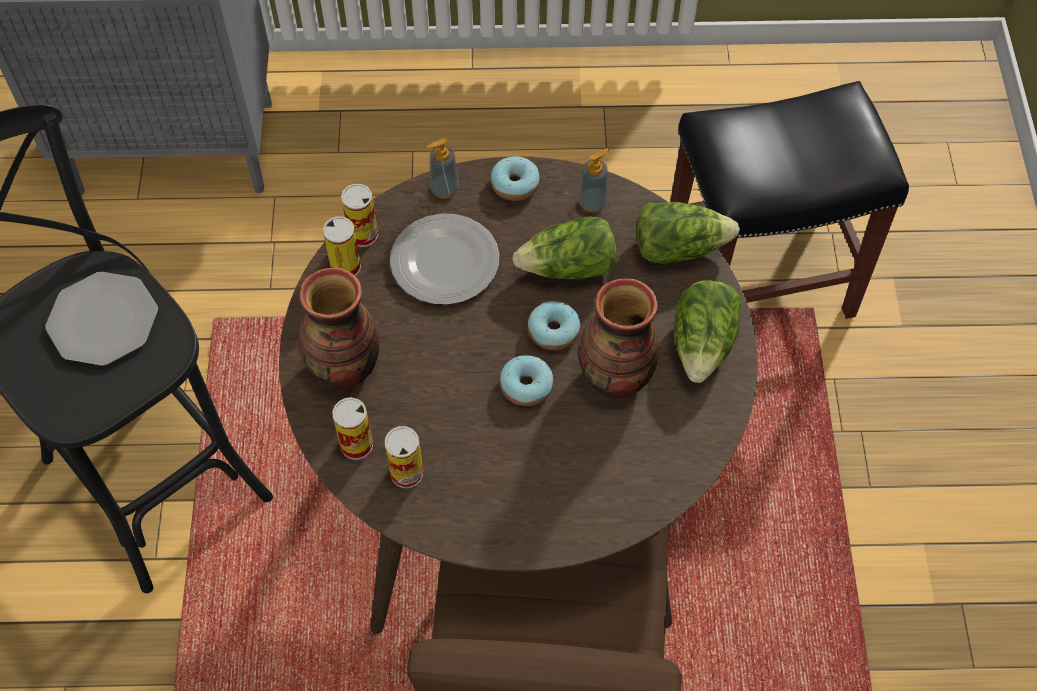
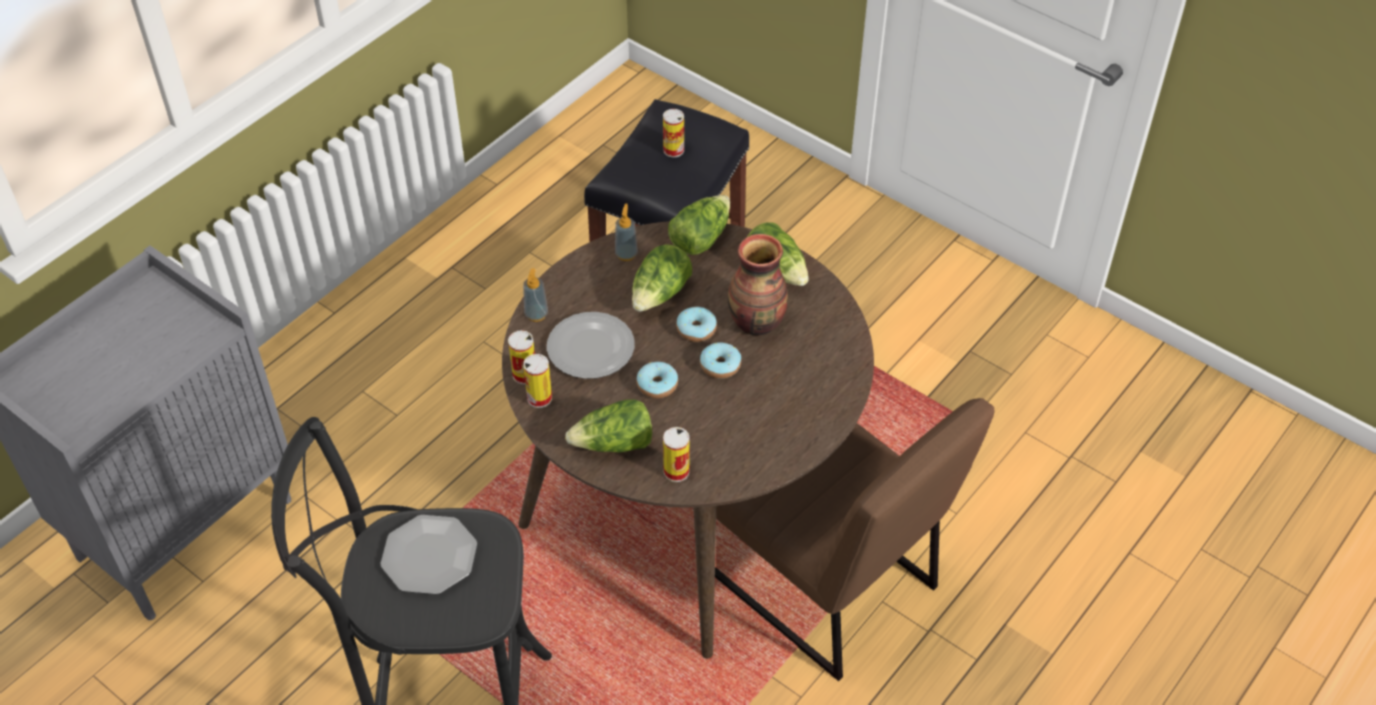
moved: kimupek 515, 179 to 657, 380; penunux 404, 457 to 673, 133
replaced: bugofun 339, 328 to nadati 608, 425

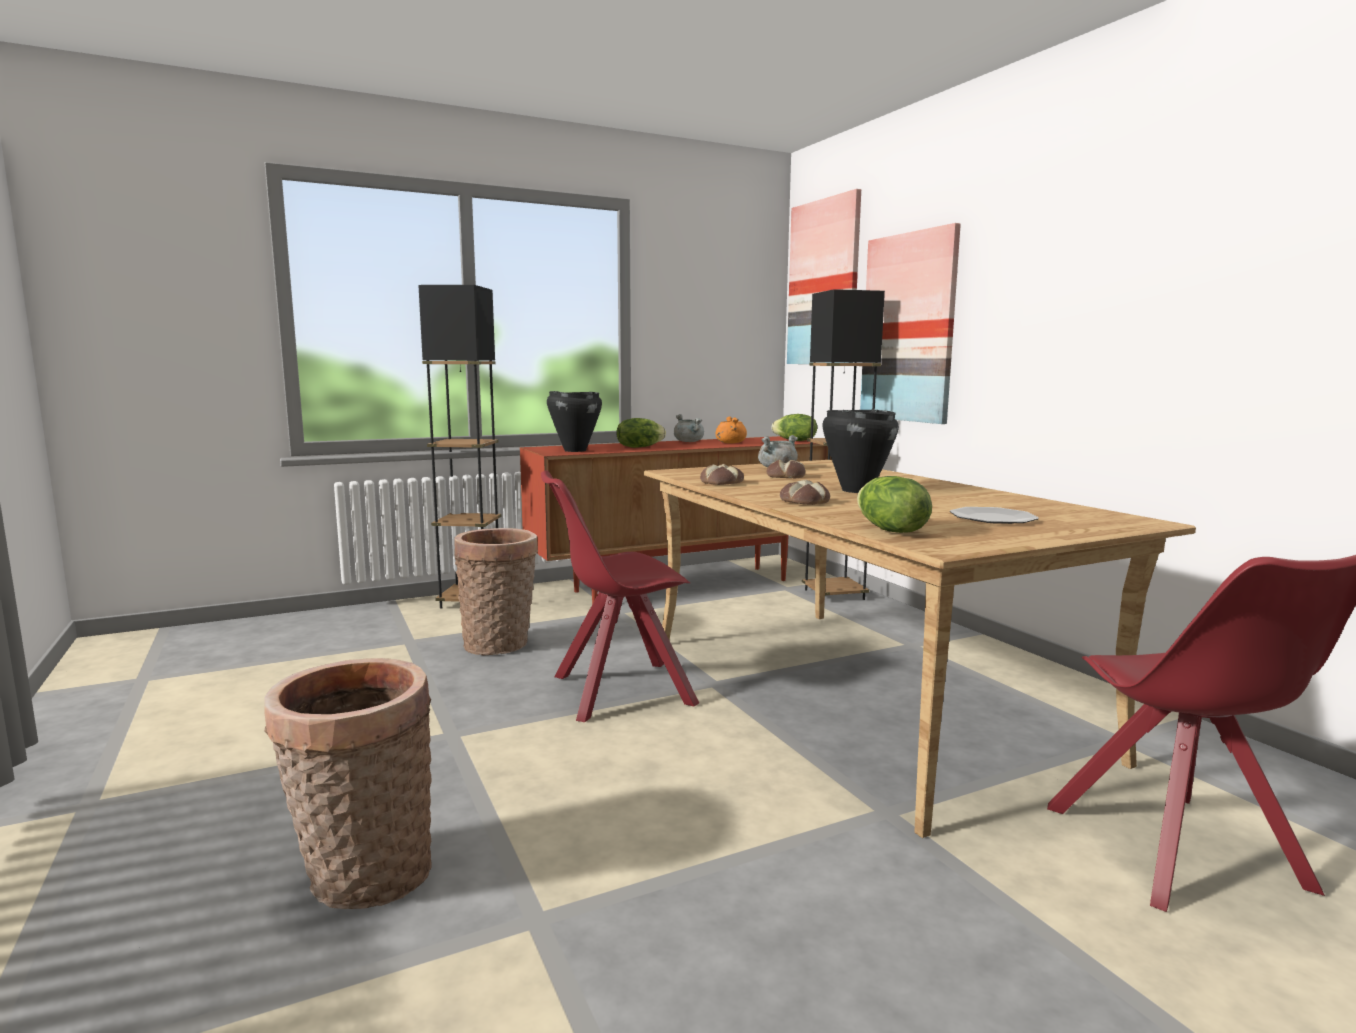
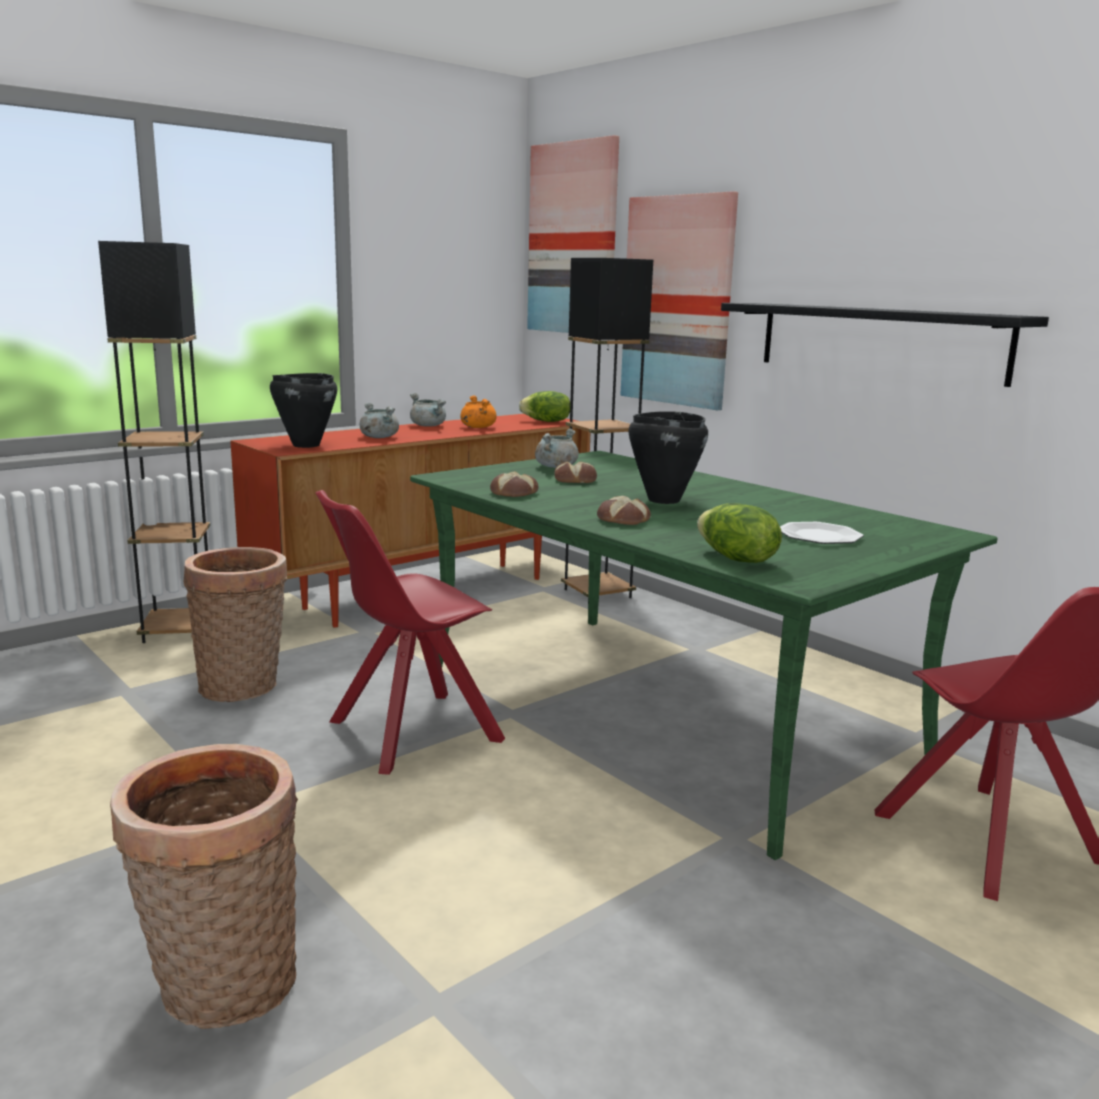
added: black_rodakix 885, 345
replaced: nadati 641, 433 to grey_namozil 379, 420
recoloured: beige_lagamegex 920, 649 to green_lagamegex 704, 655

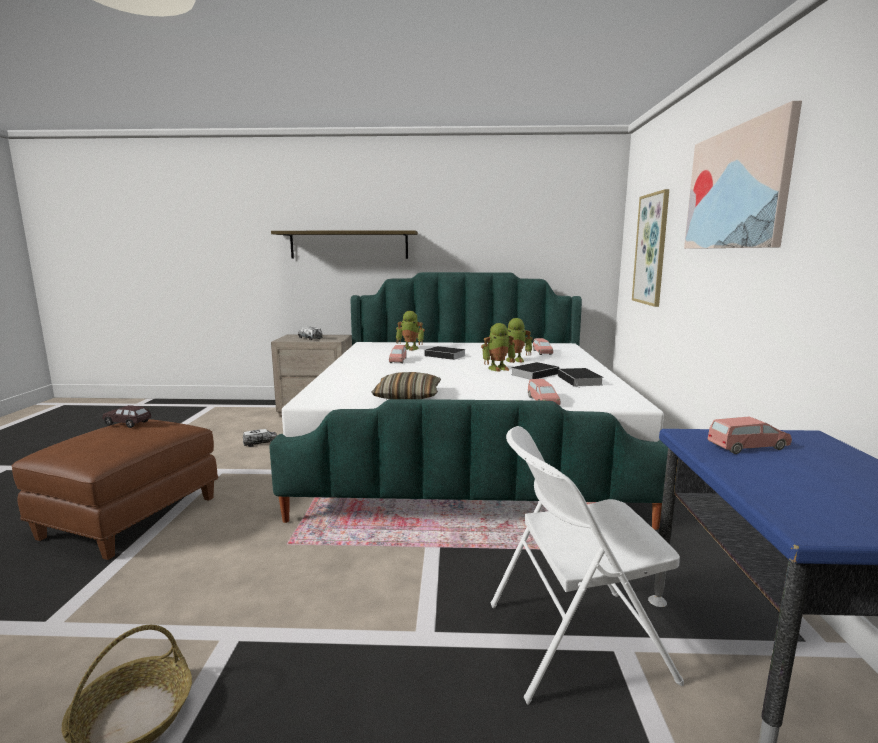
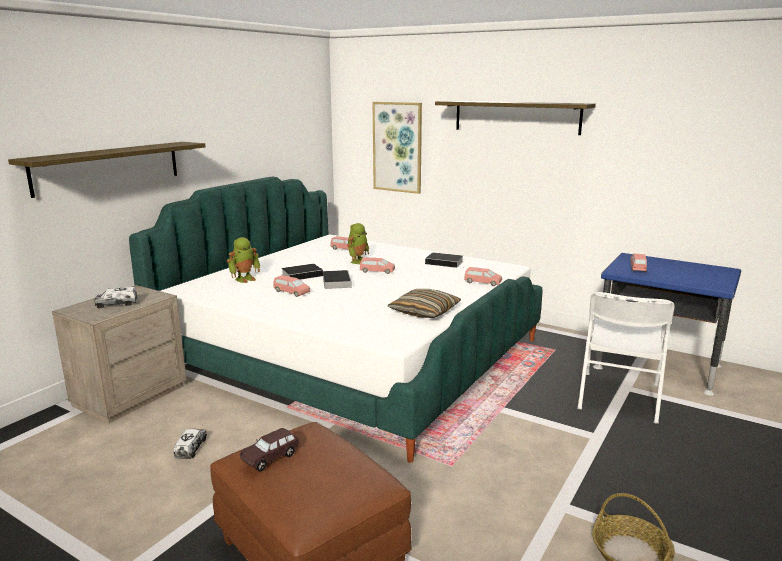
moved: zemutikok 535, 370 to 337, 279
replaced: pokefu 498, 347 to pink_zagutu 377, 265; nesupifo 743, 175 to rodakix 515, 118

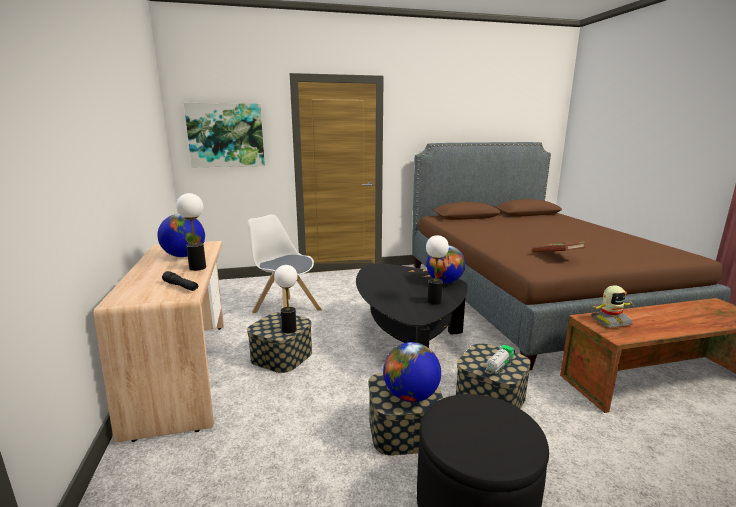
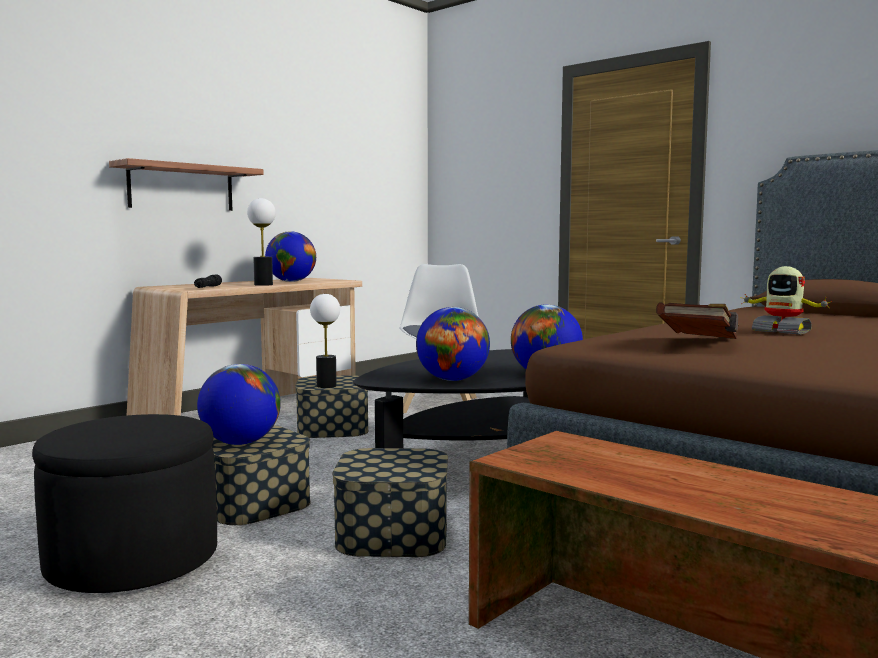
removed: nesupifo 224, 135; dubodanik 500, 360
added: rodakix 186, 184
moved: pokefu 612, 306 to 786, 300
replaced: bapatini 437, 270 to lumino 453, 344

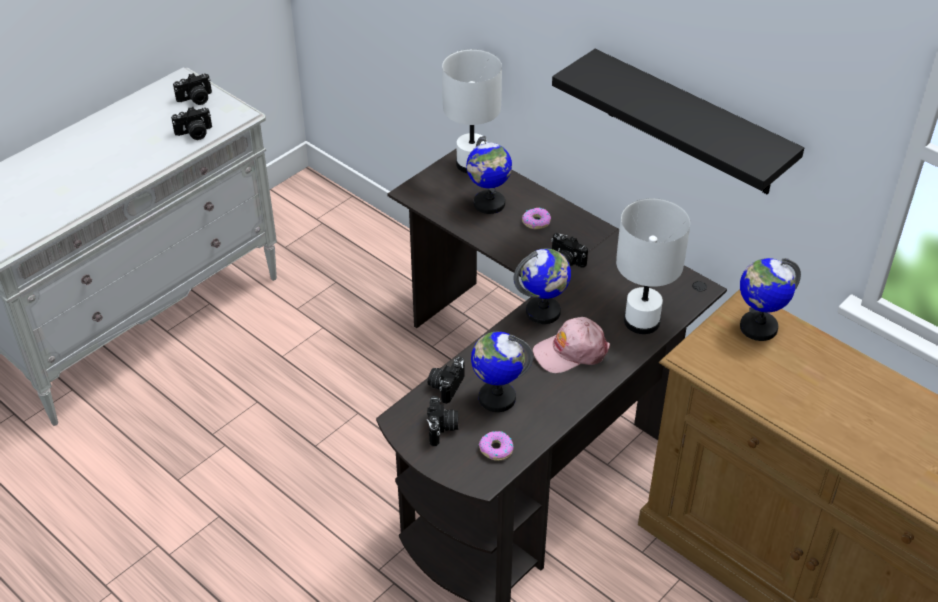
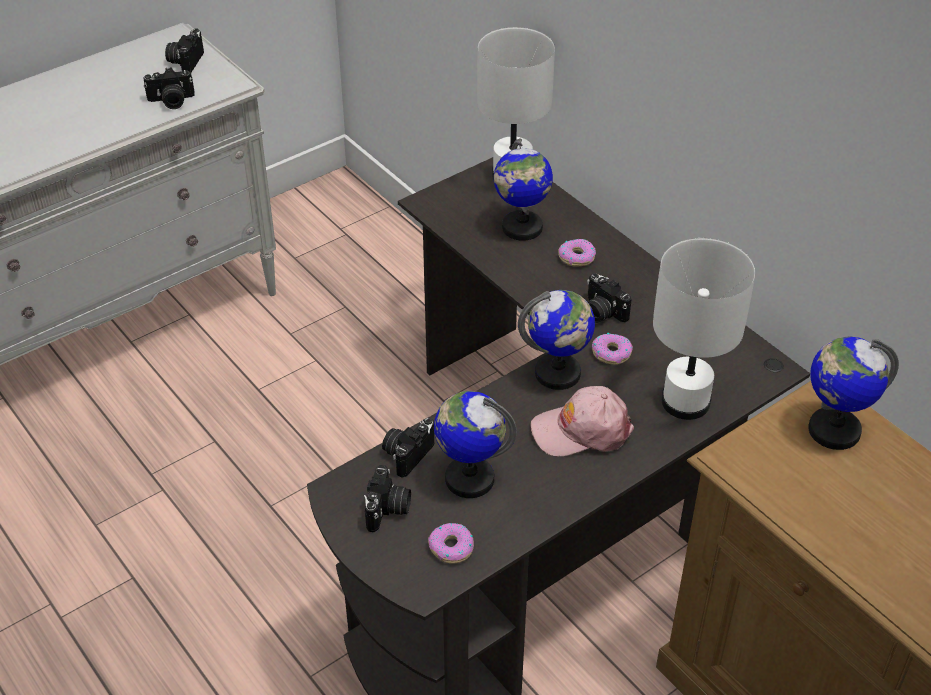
removed: black_rodakix 678, 122
added: kimupek 612, 349
turned: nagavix 192, 89 = 184, 50 120 degrees clockwise

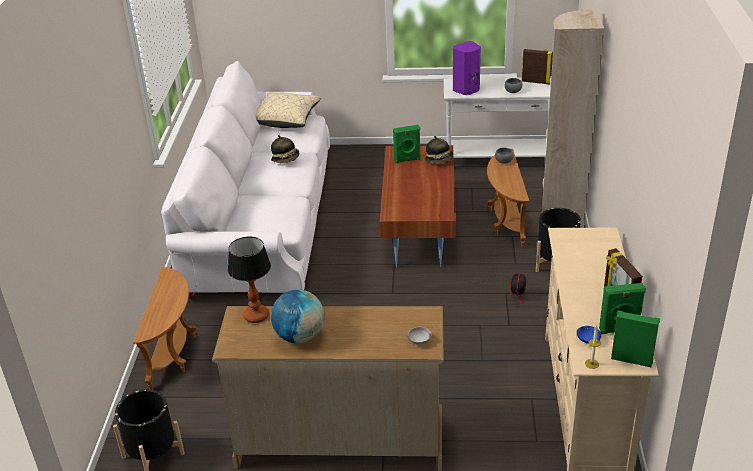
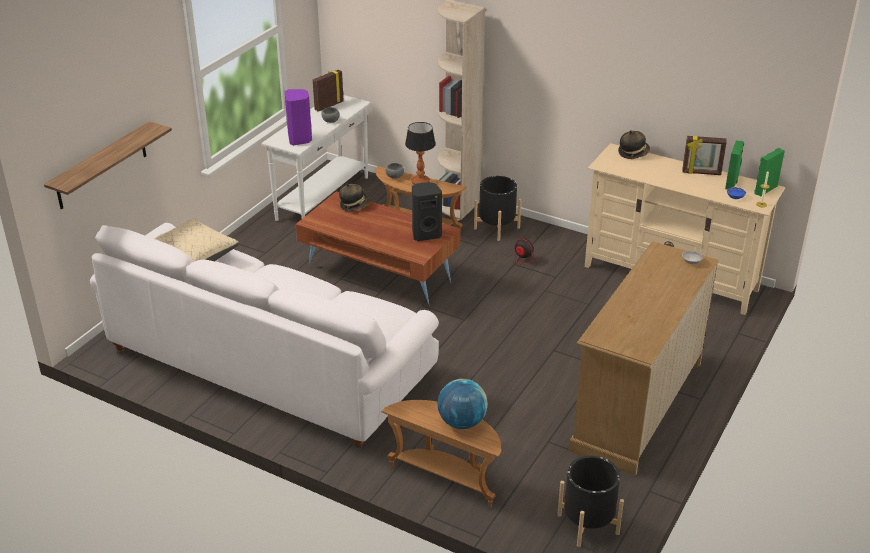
removed: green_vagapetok 407, 144
added: rodakix 108, 165; black_vagapetok 427, 211
moved: bapatini 249, 279 to 420, 153; lumino 298, 316 to 462, 404; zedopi 285, 149 to 634, 144

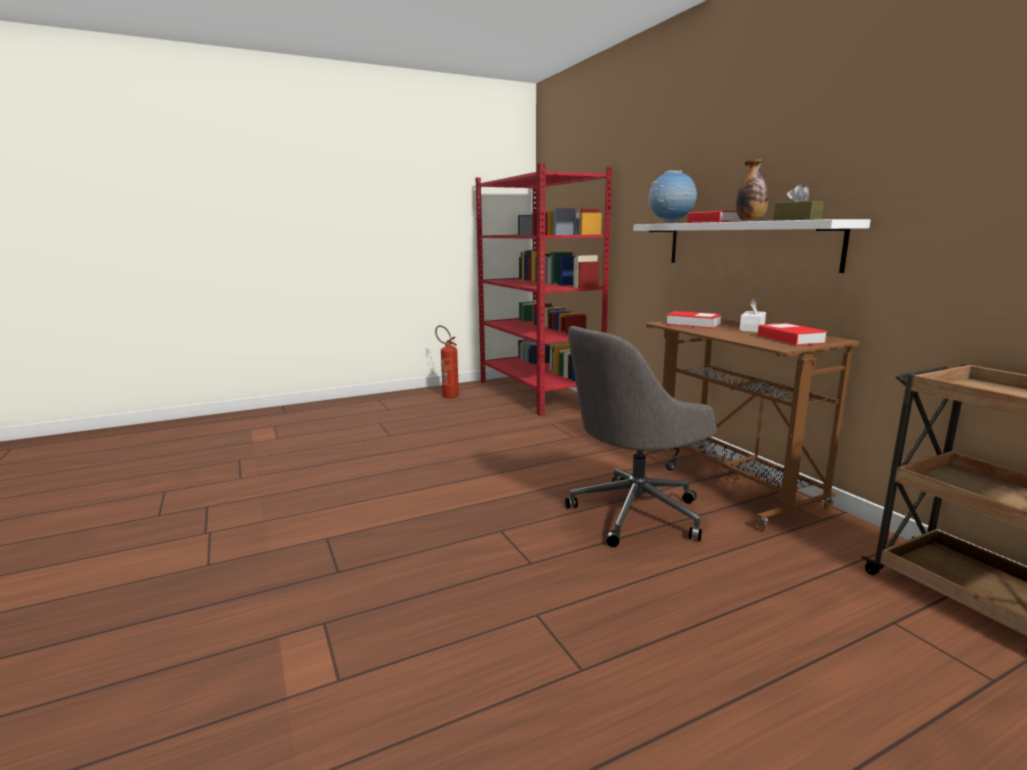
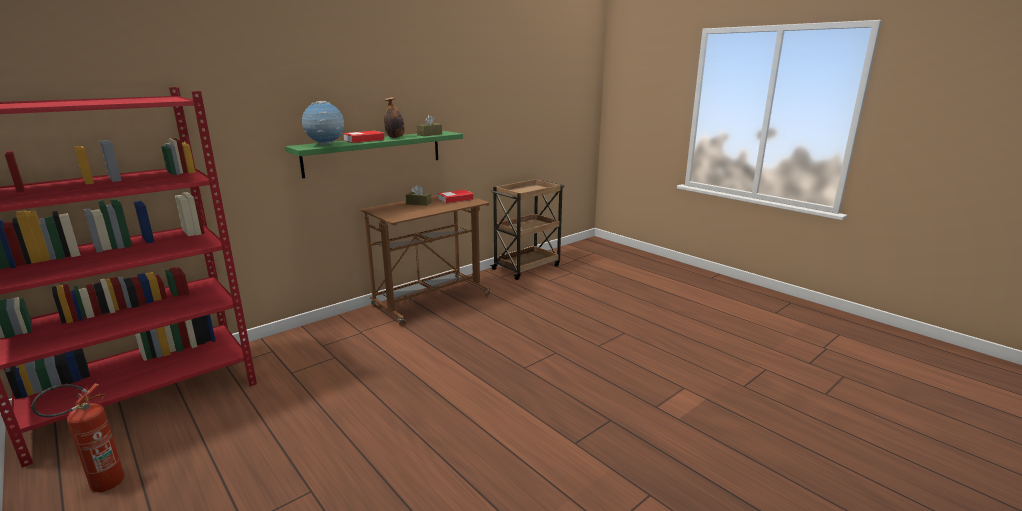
removed: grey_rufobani 640, 436; zemutikok 694, 319
recoloured: white_rodakix 752, 246 to green_rodakix 374, 154; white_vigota 752, 315 to brown_vigota 419, 195

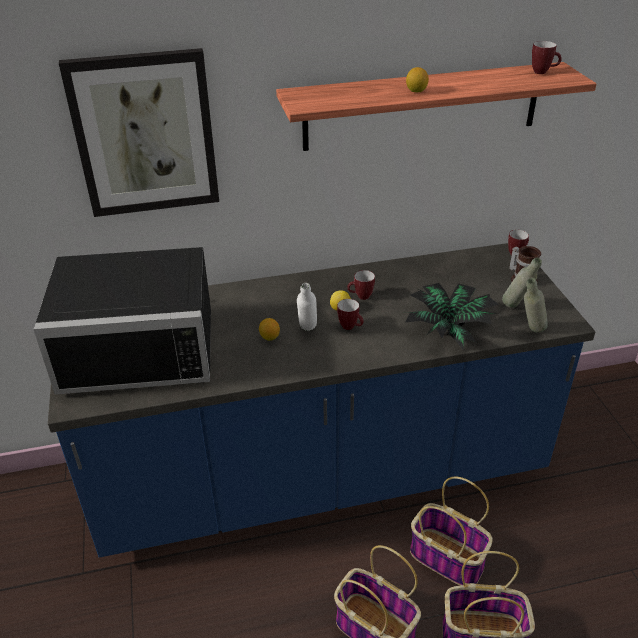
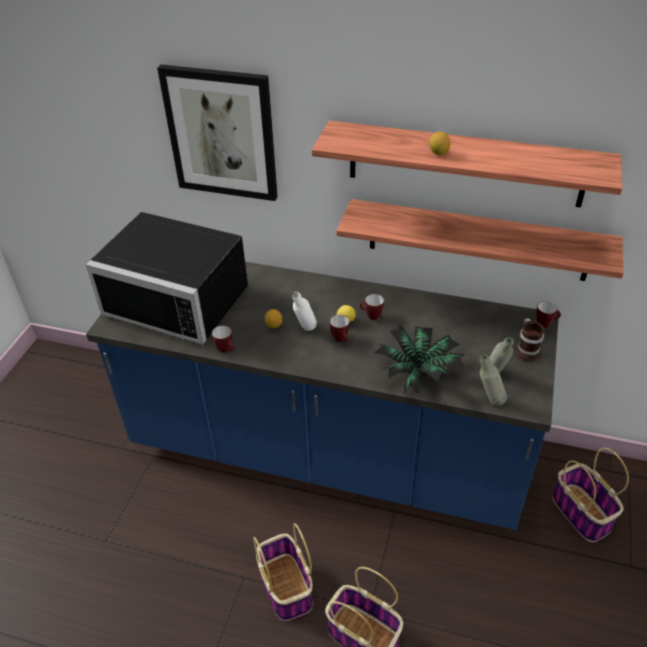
added: rodakix 480, 240
moved: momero 547, 57 to 223, 339; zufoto 451, 531 to 590, 495

